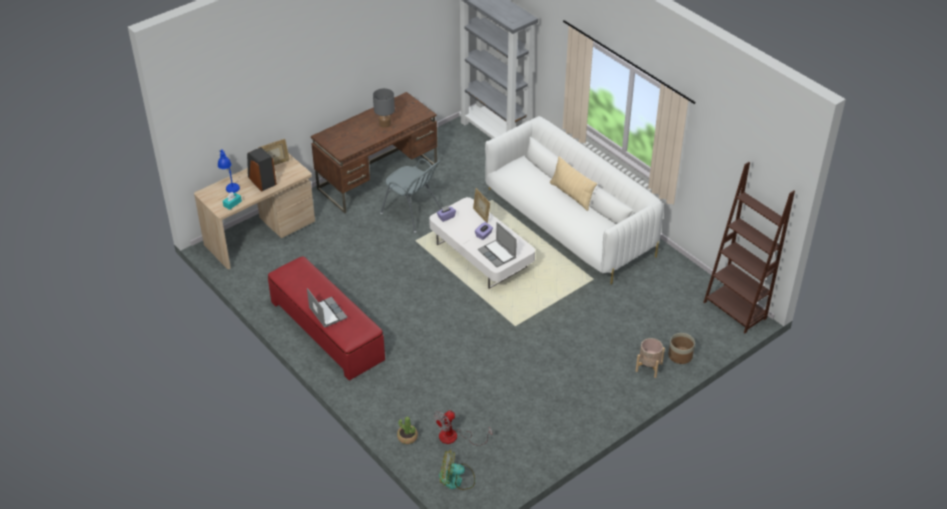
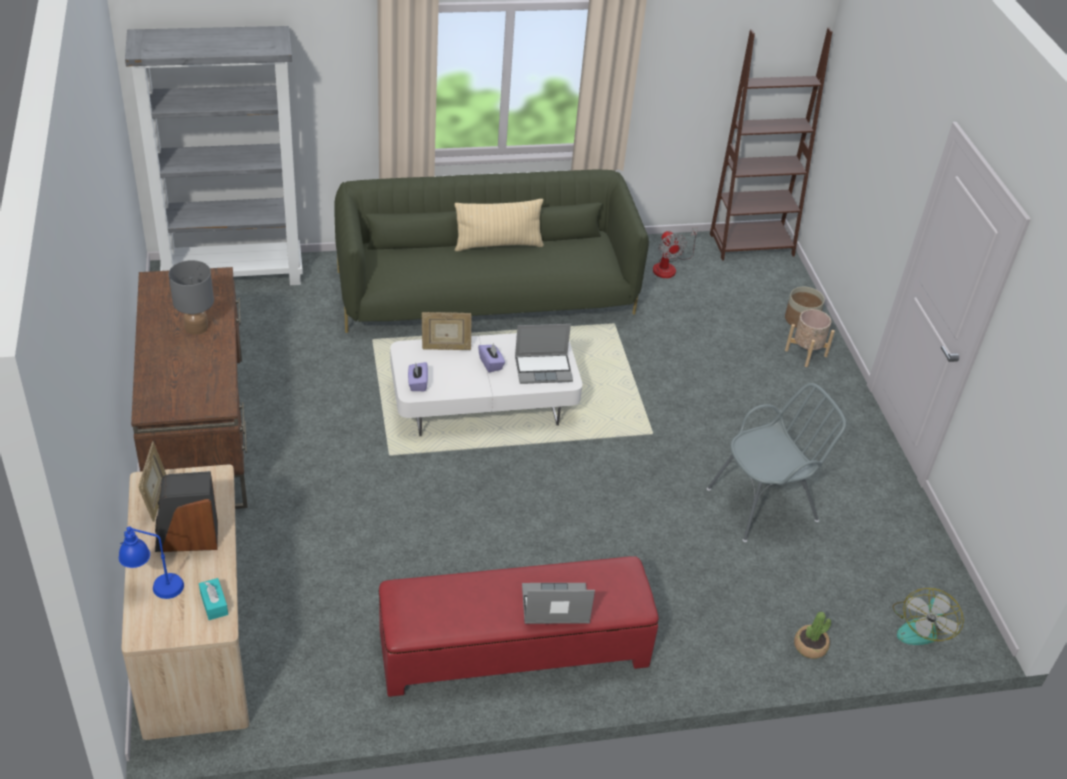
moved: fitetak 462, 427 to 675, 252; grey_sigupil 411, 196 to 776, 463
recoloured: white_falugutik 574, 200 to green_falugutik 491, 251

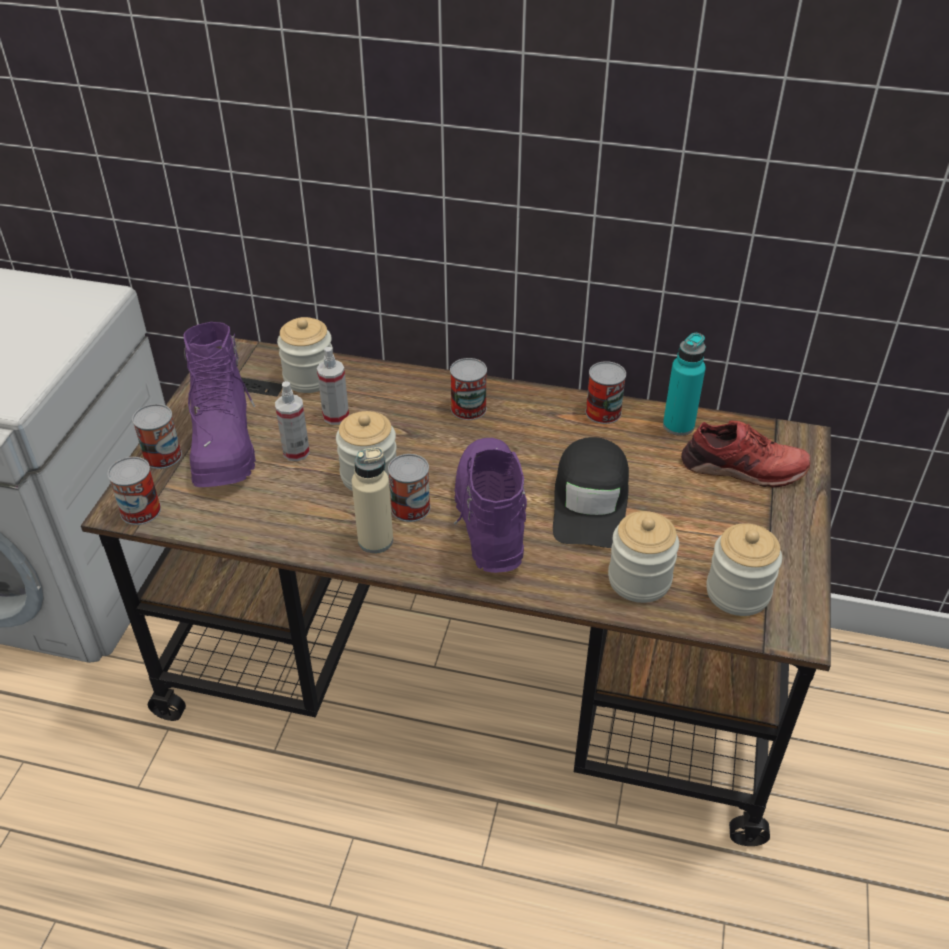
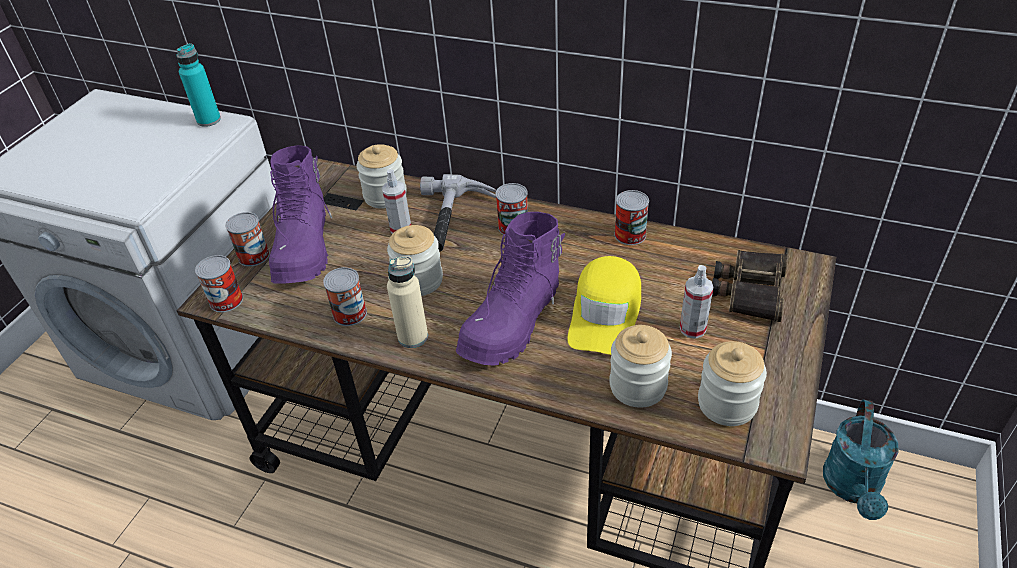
added: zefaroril 458, 213; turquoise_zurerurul 861, 460
moved: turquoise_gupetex 684, 384 to 199, 85; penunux 409, 488 to 345, 296; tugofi 292, 421 to 697, 302
replaced: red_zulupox 746, 454 to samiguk 750, 286
recoloured: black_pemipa 591, 492 to yellow_pemipa 604, 305
turned: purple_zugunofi 490, 505 = 510, 289 150 degrees counterclockwise

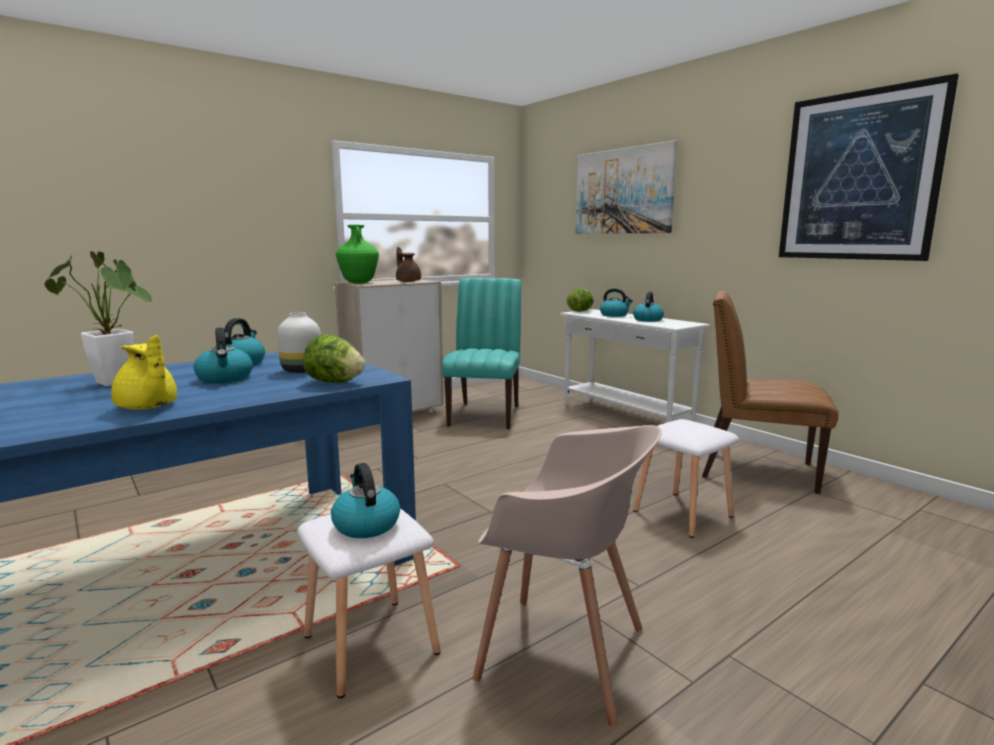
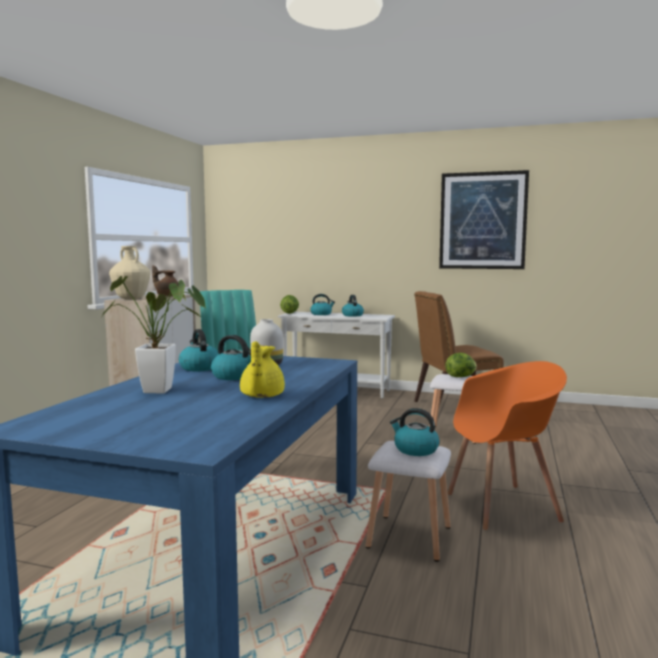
removed: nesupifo 626, 187
moved: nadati 334, 358 to 461, 365
recoloured: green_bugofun 357, 254 to beige_bugofun 130, 273; beige_sigupil 567, 576 to orange_sigupil 507, 445
turned: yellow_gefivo 144, 372 = 262, 369 90 degrees clockwise

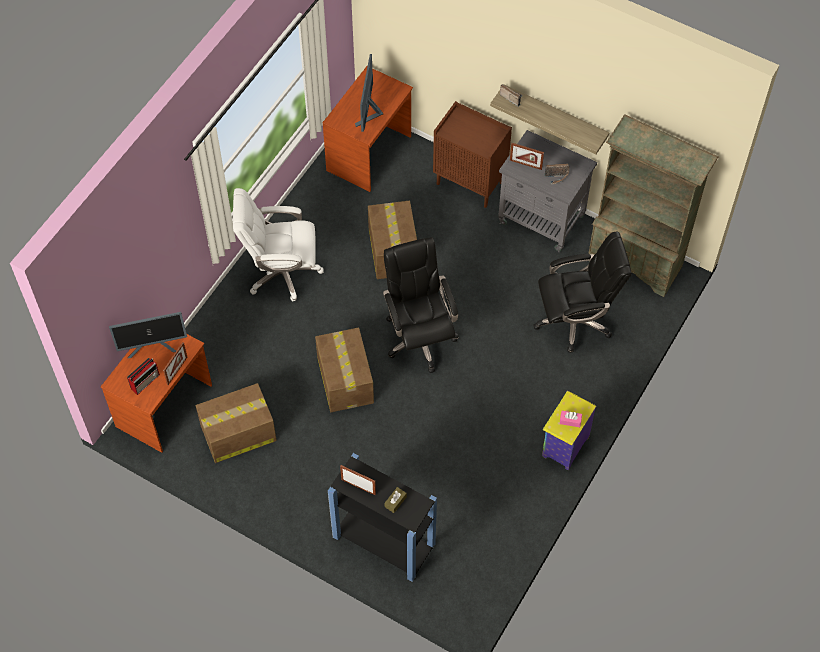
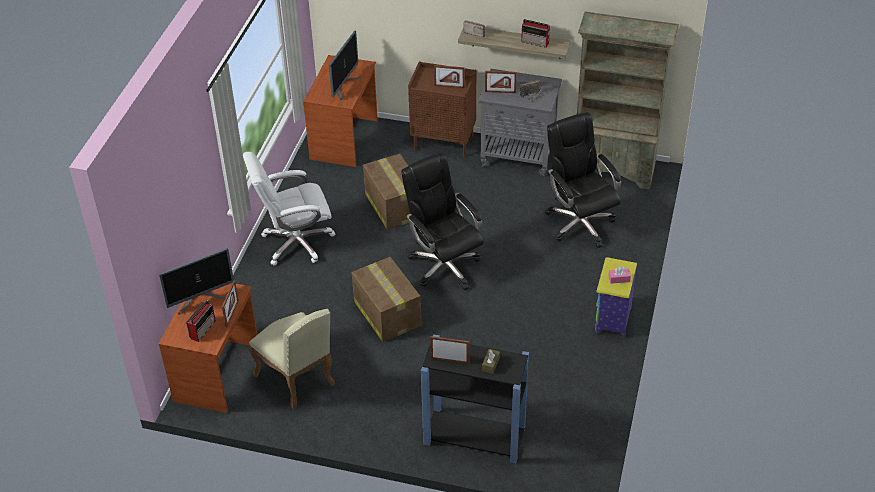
added: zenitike 449, 77; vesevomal 536, 33
replaced: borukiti 236, 423 to beige_sigupil 292, 359
turned: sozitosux 369, 93 = 345, 65 150 degrees counterclockwise; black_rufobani 582, 292 = 583, 180 90 degrees counterclockwise

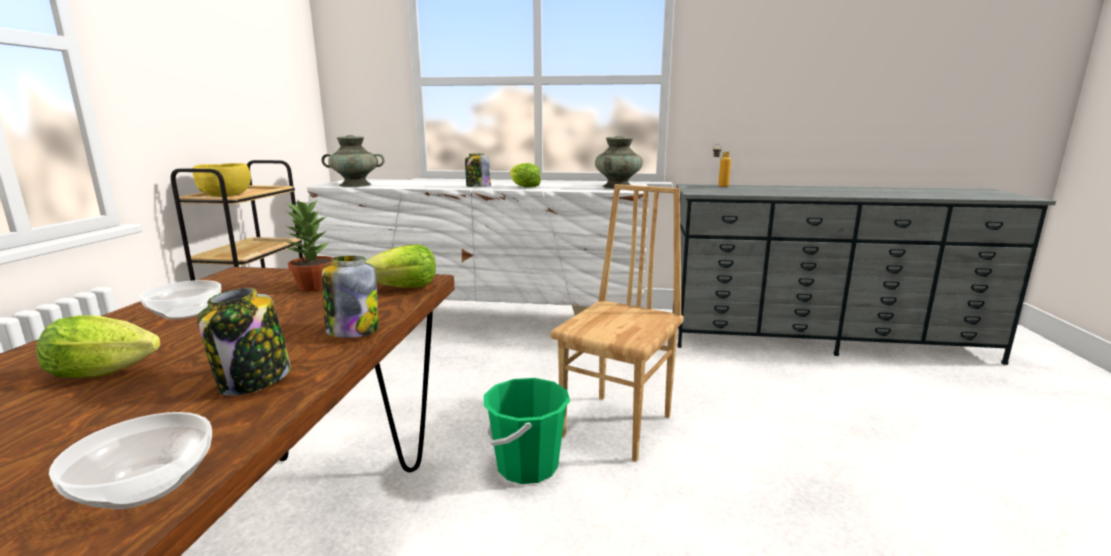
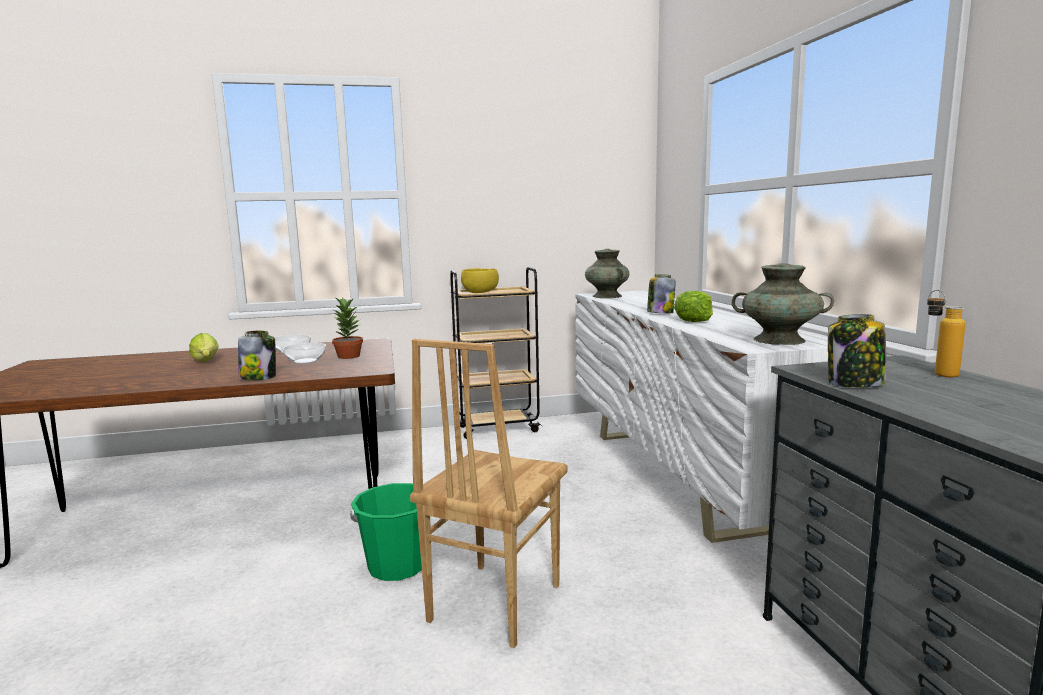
removed: nadati 401, 266
moved: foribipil 130, 460 to 304, 353; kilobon 244, 342 to 857, 351
turned: brown_sigupil 617, 323 = 489, 493 105 degrees clockwise

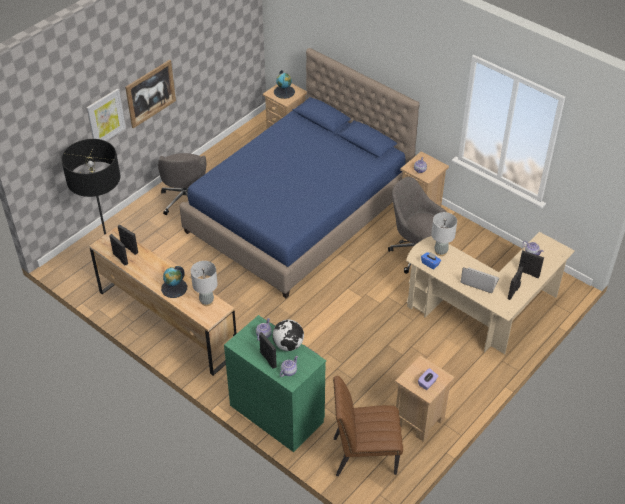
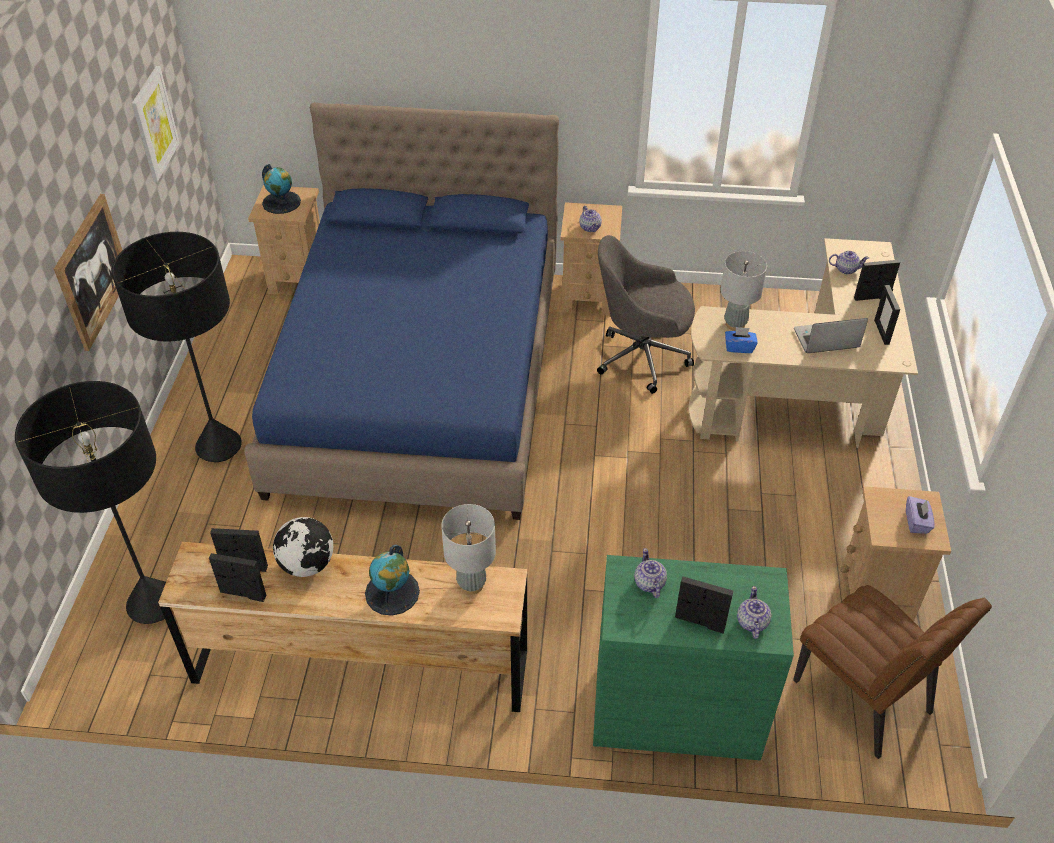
moved: nesupifo 106, 114 to 156, 124; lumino 288, 335 to 303, 547
replaced: grey_rufobani 182, 184 to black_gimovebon 177, 347
turned: brown_sigupil 368, 426 = 892, 672 90 degrees counterclockwise

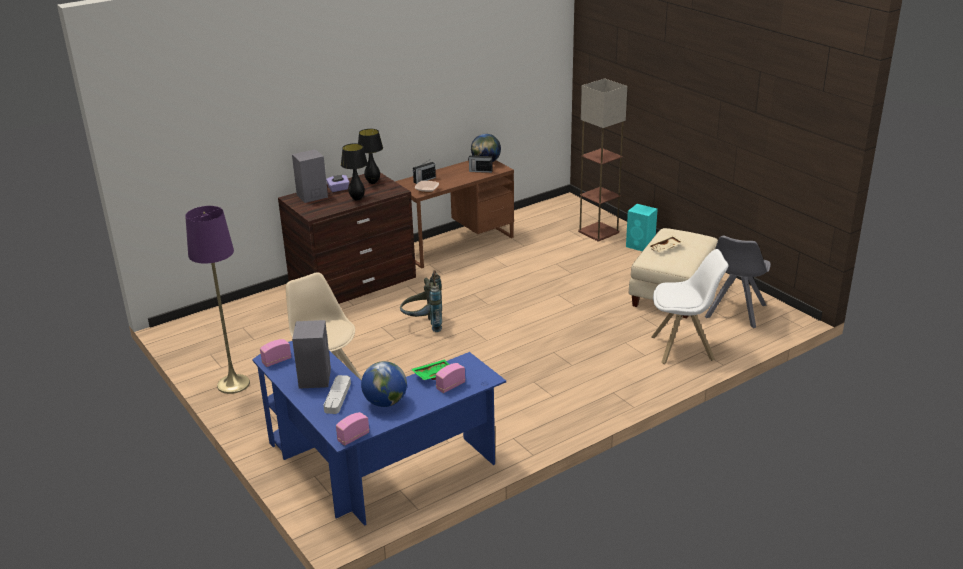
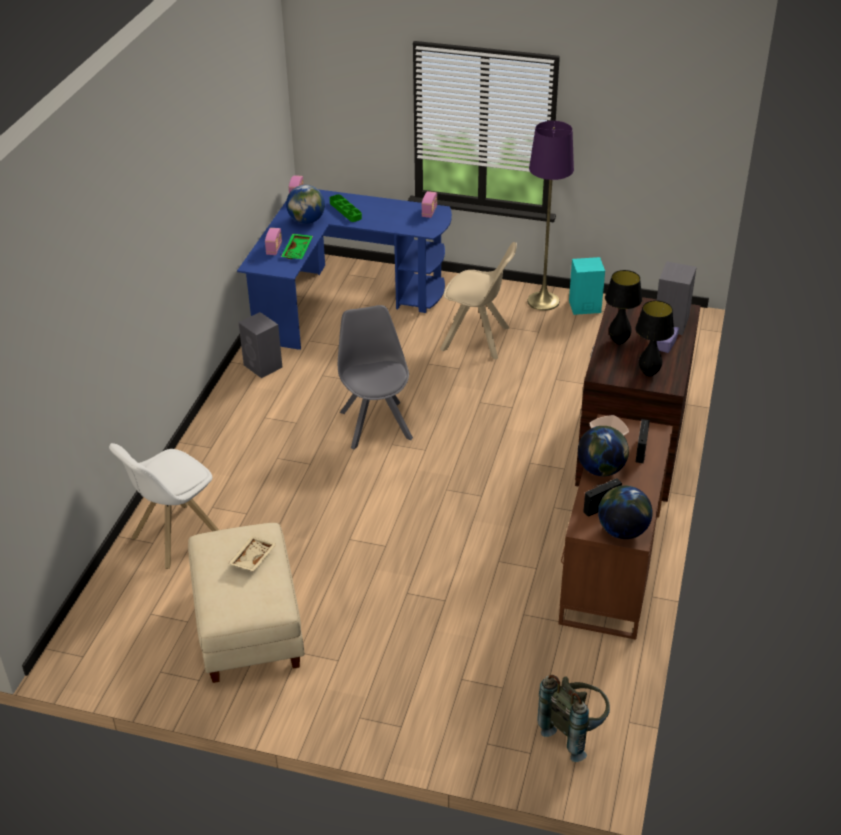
removed: gimovebon 602, 159
added: lumino 603, 451
moved: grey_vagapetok 311, 354 to 260, 345; grey_sigupil 738, 282 to 375, 377; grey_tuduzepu 421, 301 to 573, 718; turquoise_vagapetok 641, 227 to 587, 286
recoloured: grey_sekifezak 337, 394 to green_sekifezak 346, 208

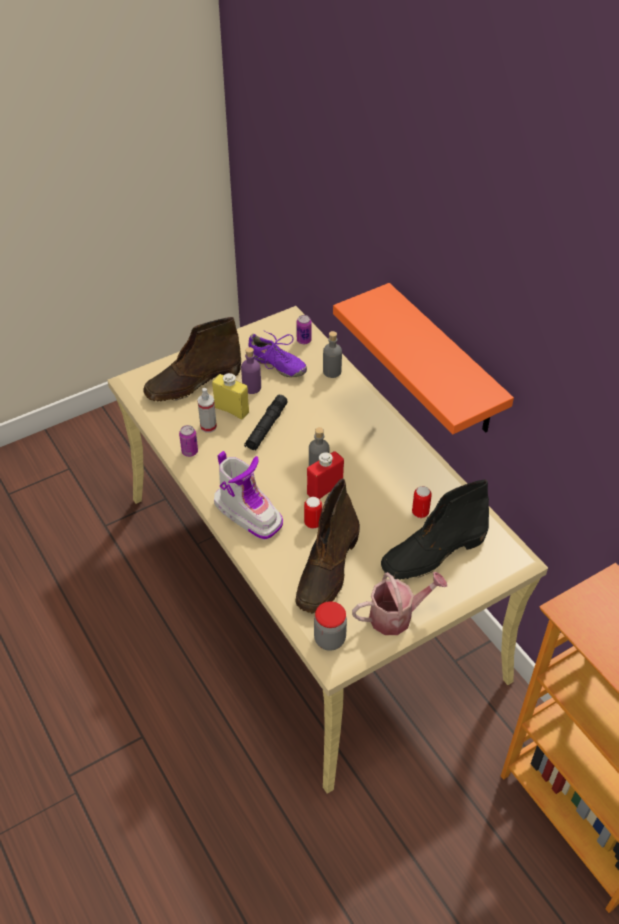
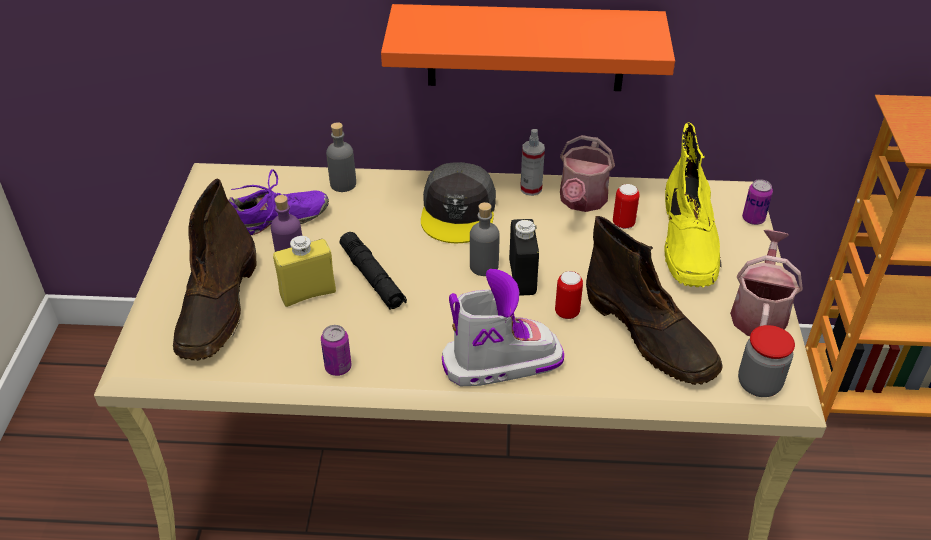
added: grey_pemipa 458, 202; zurerurul 587, 173
moved: tugofi 207, 410 to 532, 162; penunux 304, 329 to 757, 202
recoloured: red_gupetex 325, 475 to black_gupetex 524, 257; black_zugunofi 435, 530 to yellow_zugunofi 693, 205

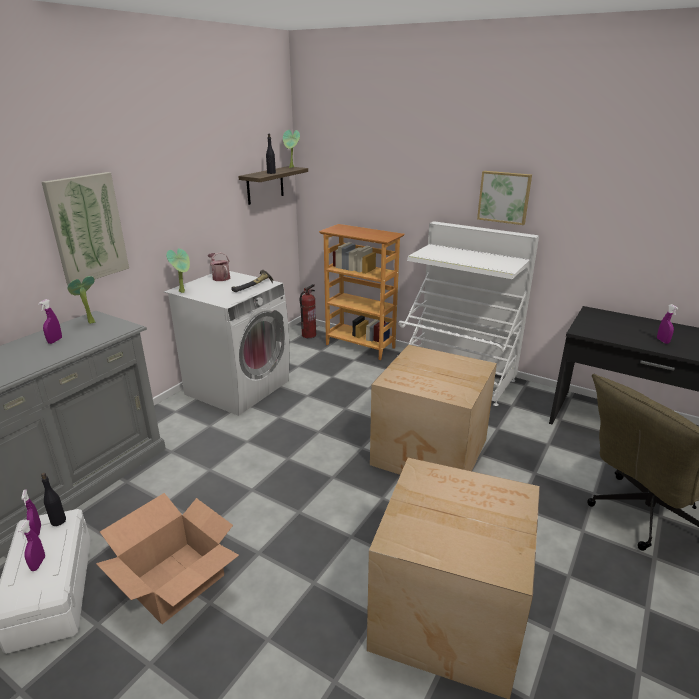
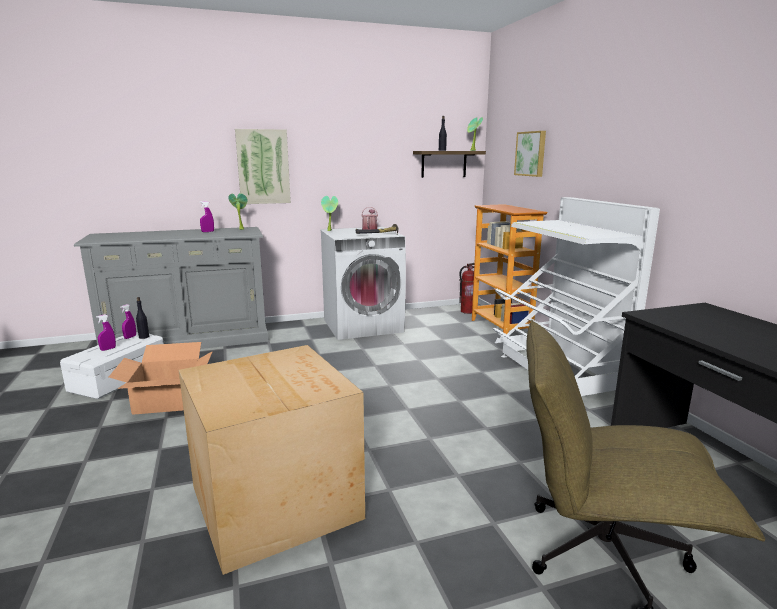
removed: borukiti 433, 409; purple_tugofi 667, 324
moved: nesupifo 504, 198 to 530, 154

